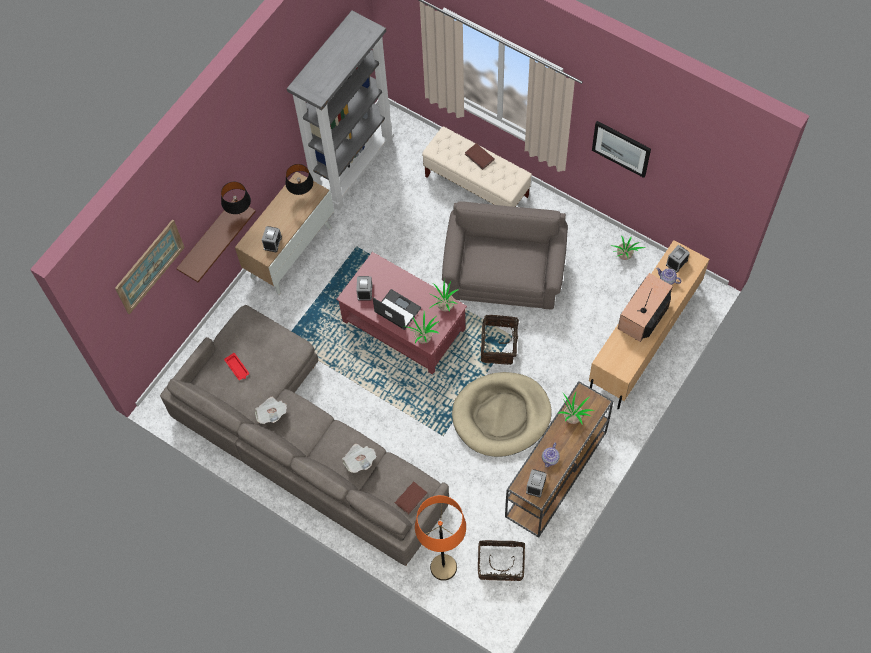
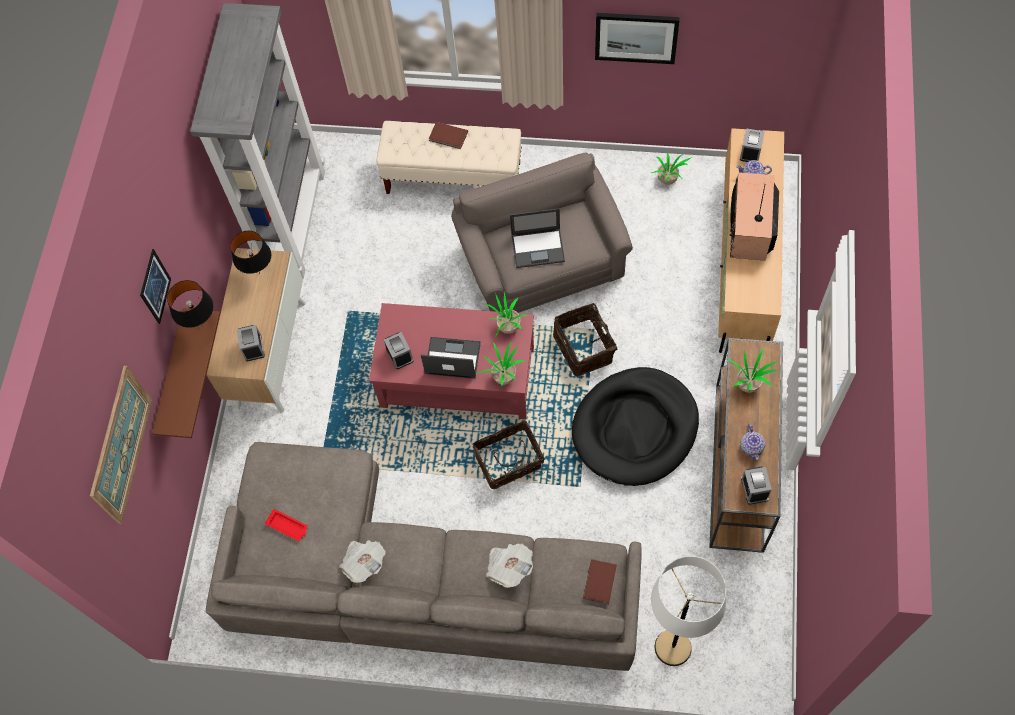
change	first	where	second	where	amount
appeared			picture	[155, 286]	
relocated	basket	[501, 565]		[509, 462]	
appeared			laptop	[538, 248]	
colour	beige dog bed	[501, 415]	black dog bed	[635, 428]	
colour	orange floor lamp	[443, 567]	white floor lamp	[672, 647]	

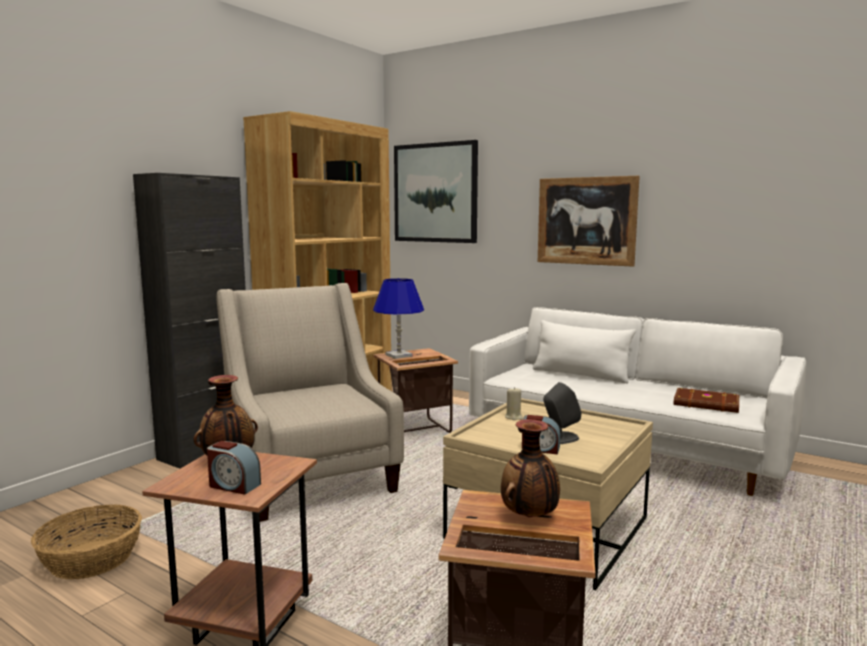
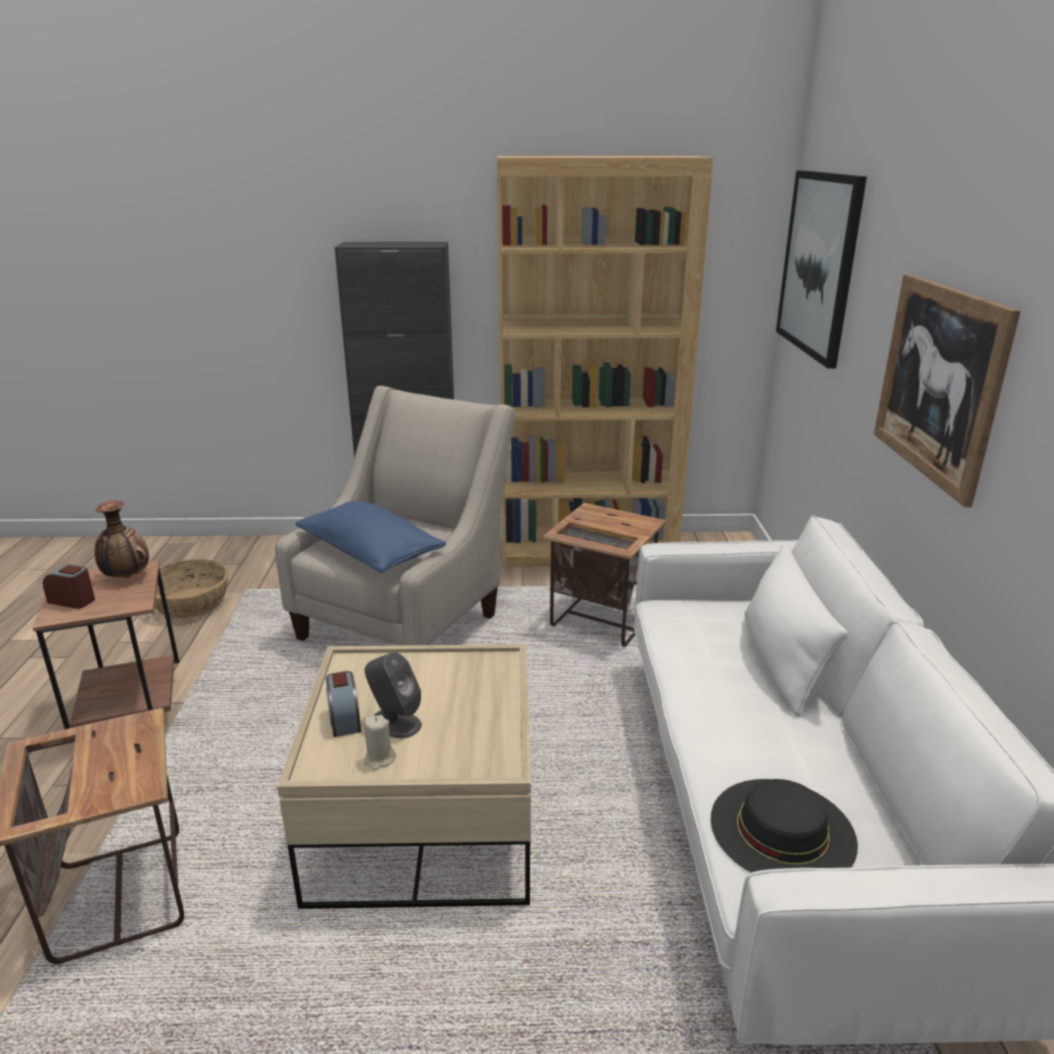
change	first	where	second	where	amount
spun	alarm clock	[233, 485]		[72, 600]	120 degrees clockwise
appeared			blue pillow	[370, 553]	
relocated	beige candle	[514, 417]		[379, 759]	
exchanged	brown book	[706, 404]	black hat	[782, 829]	
missing	blue table lamp	[399, 355]			
missing	vase	[530, 517]			

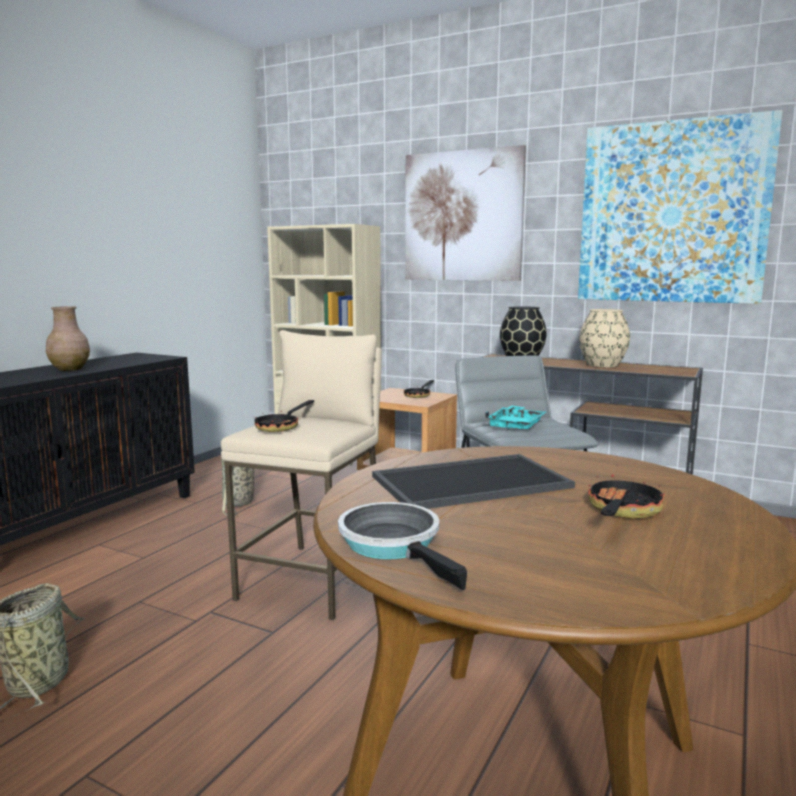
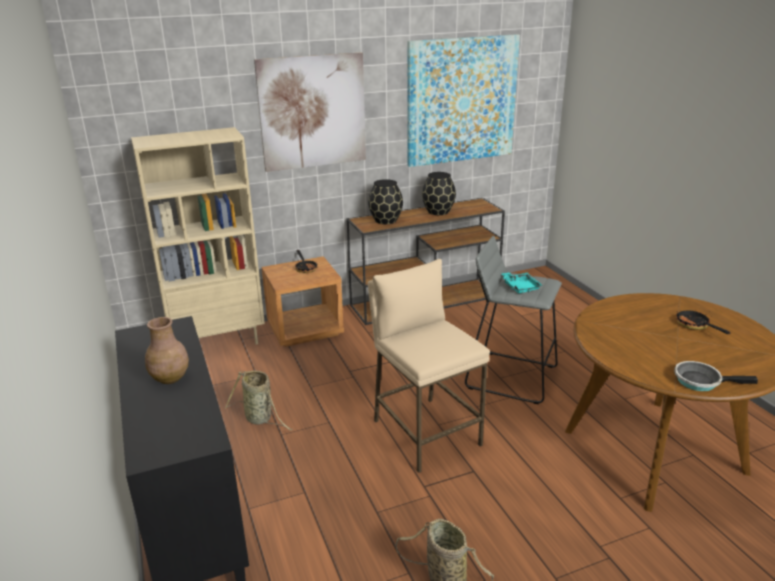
change	first	where	second	where	amount
colour	beige vase	[601, 365]	black vase	[438, 212]	
missing	frying pan	[281, 426]			
missing	tray	[470, 483]			

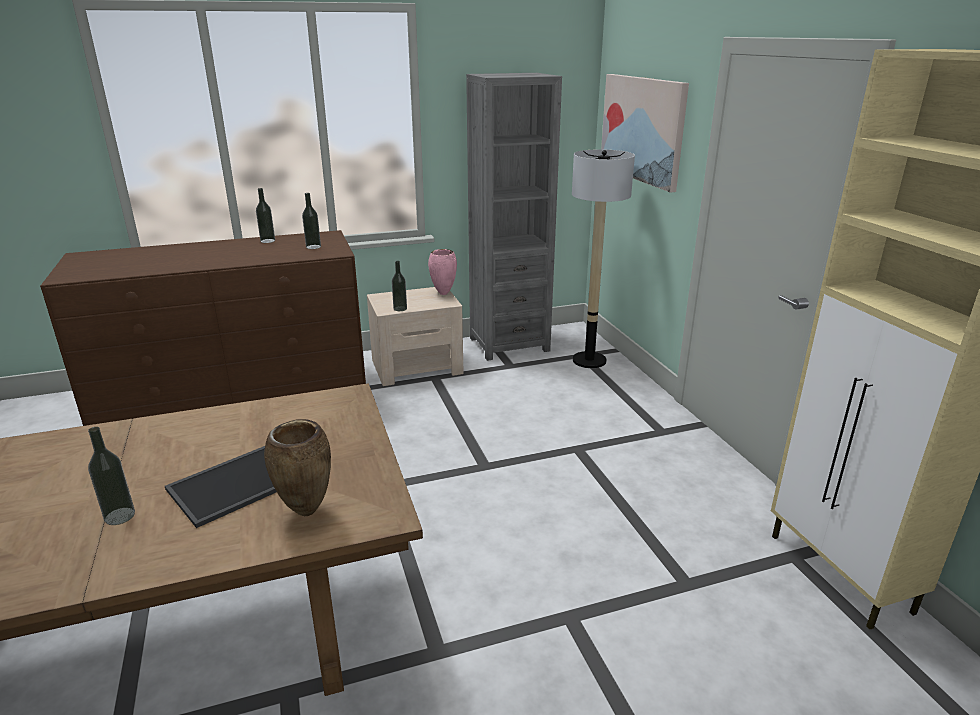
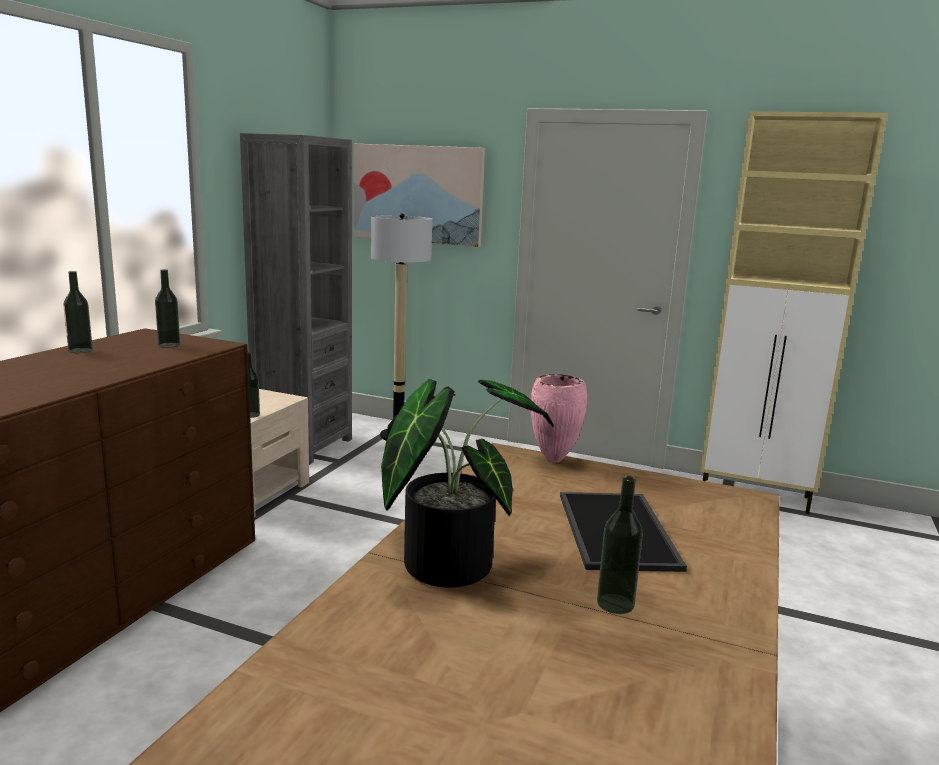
change	first	where	second	where	amount
appeared			potted plant	[447, 560]	
relocated	pink vase	[443, 294]		[553, 460]	
missing	brown vase	[305, 511]			

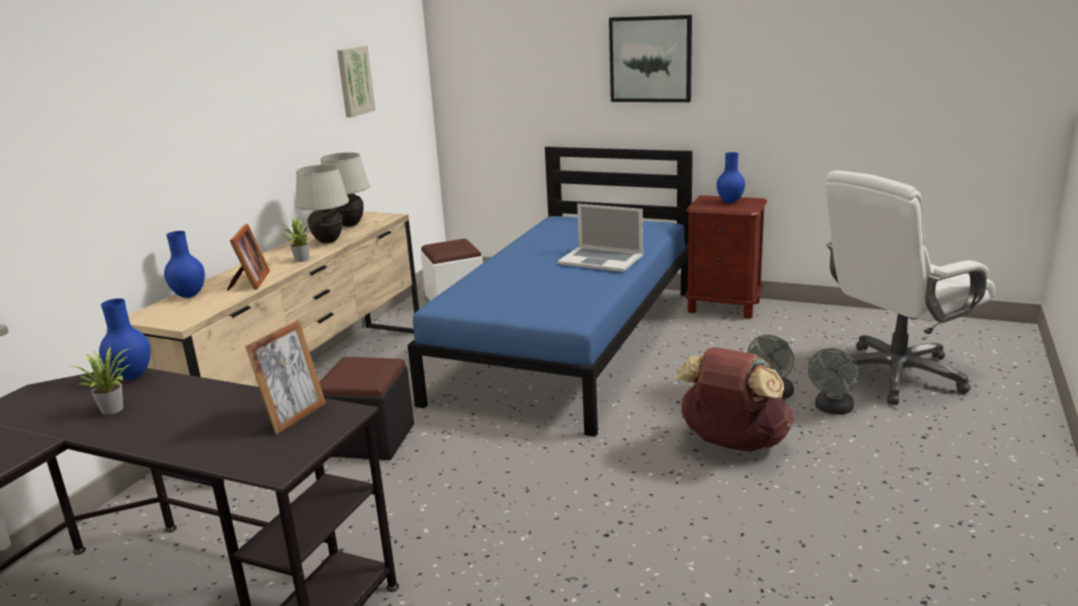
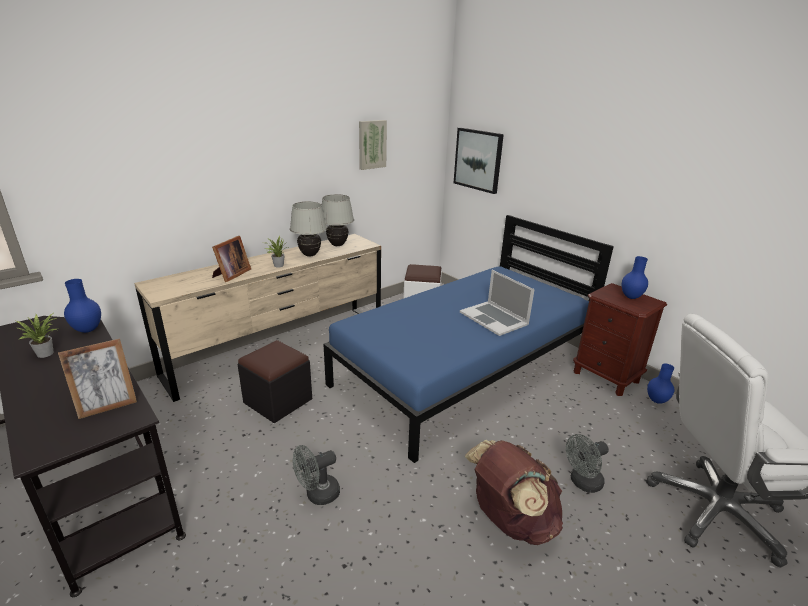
change	first	where	second	where	amount
relocated	grey fan	[832, 409]		[317, 495]	
relocated	picture	[650, 59]		[478, 160]	
relocated	blue vase	[188, 296]		[656, 401]	

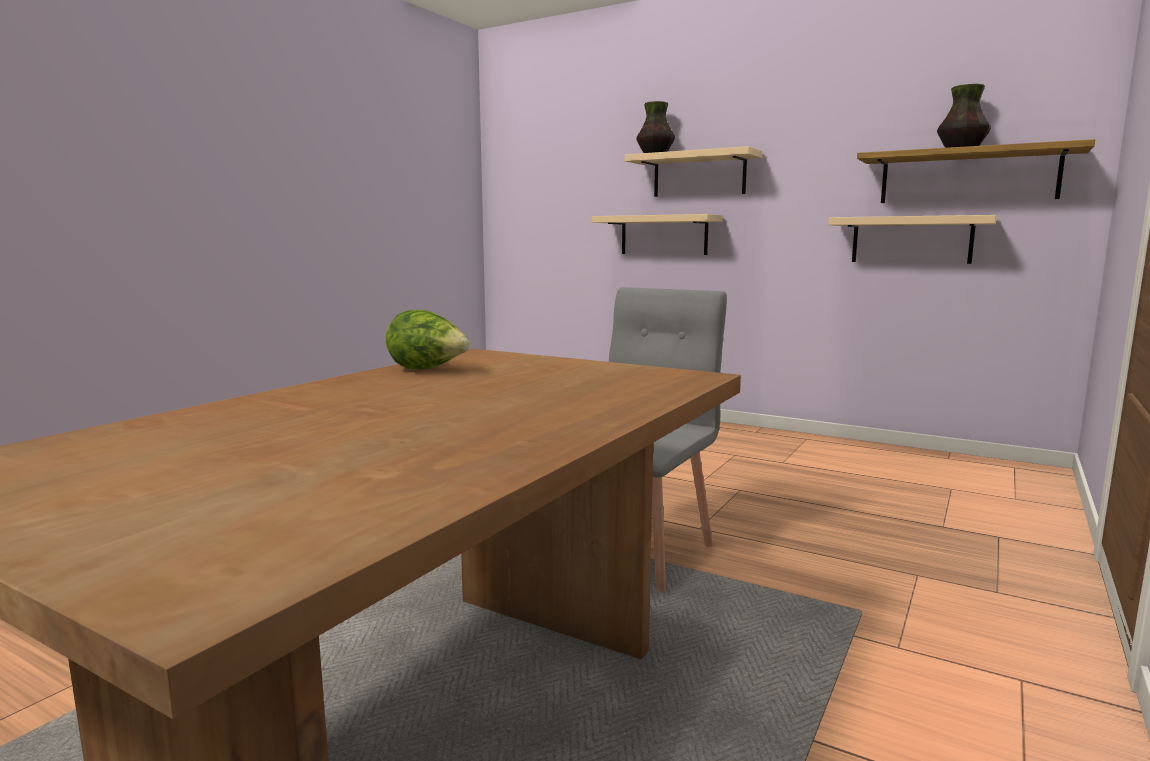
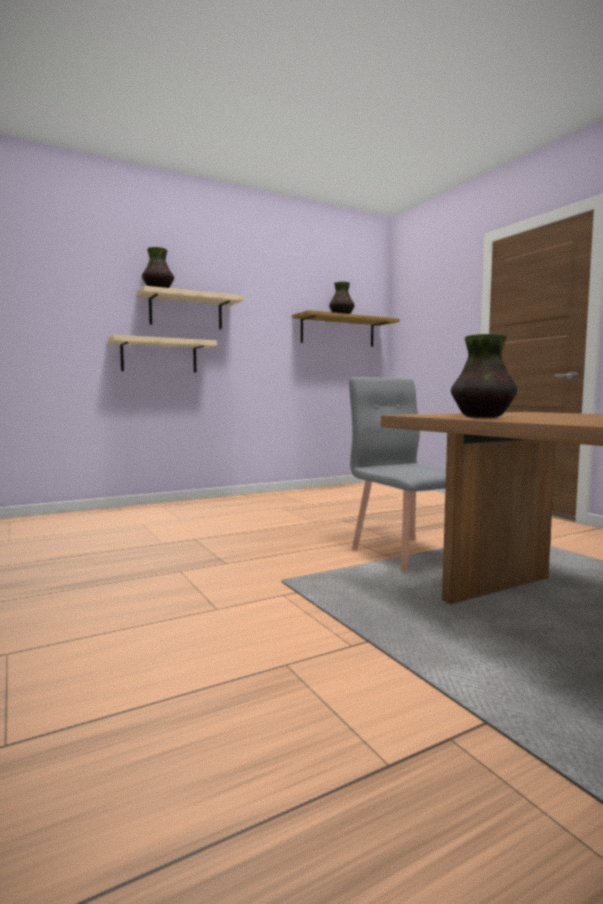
change	first	where	second	where	amount
exchanged	lettuce	[428, 370]	vase	[481, 417]	
missing	beige shelf	[911, 240]			

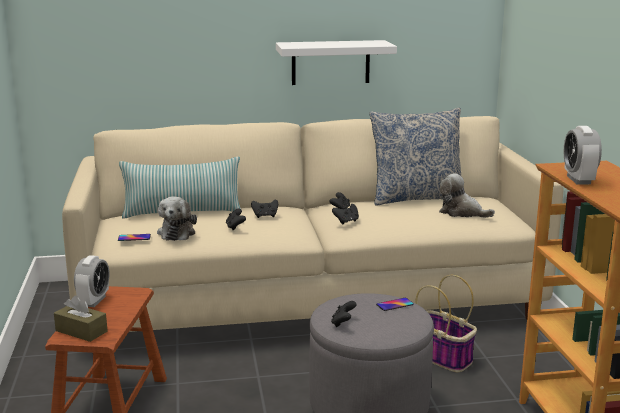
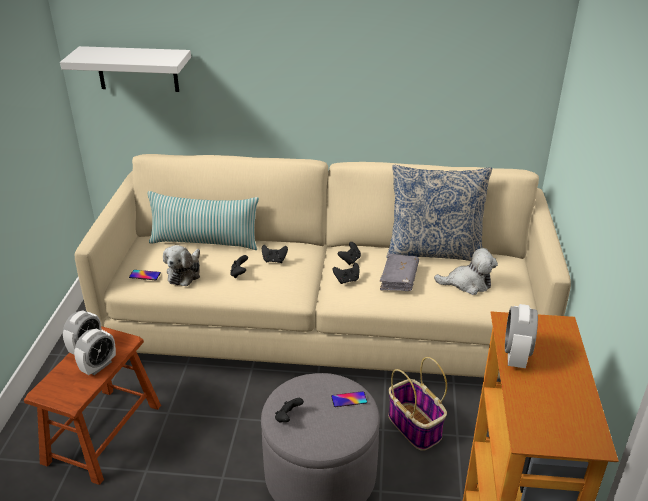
change	first	where	second	where	amount
relocated	white shelf	[330, 62]		[137, 69]	
appeared			alarm clock	[99, 366]	
appeared			grey book	[399, 278]	
spun	plush toy	[461, 212]		[467, 283]	135 degrees clockwise
missing	brown tissue box	[81, 331]			

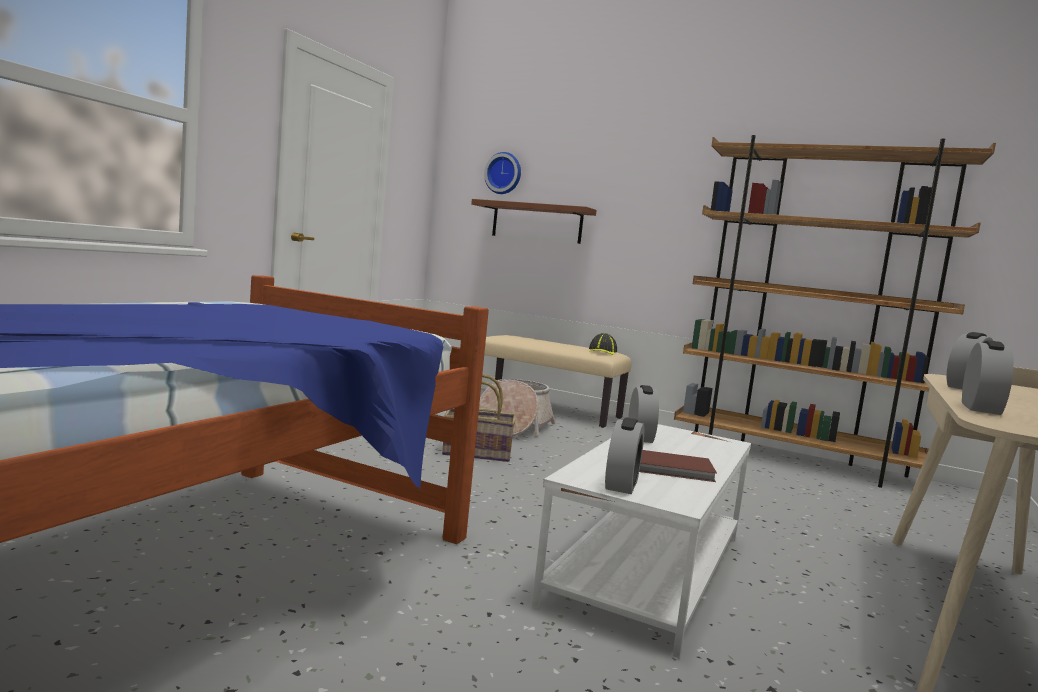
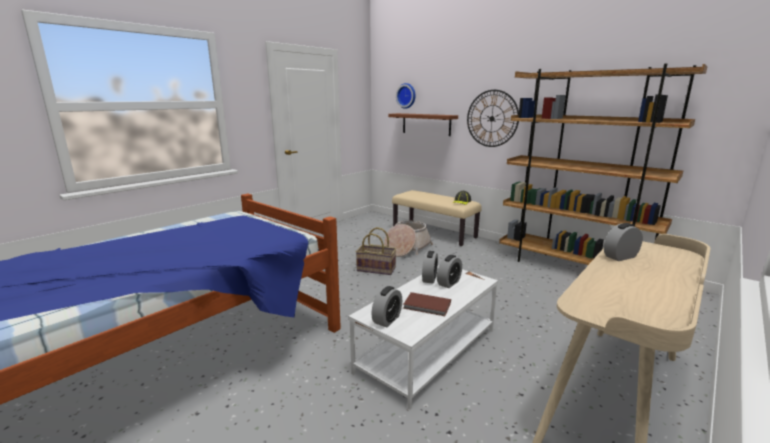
change	first	where	second	where	amount
relocated	alarm clock	[980, 408]		[449, 283]	
appeared			wall clock	[492, 118]	

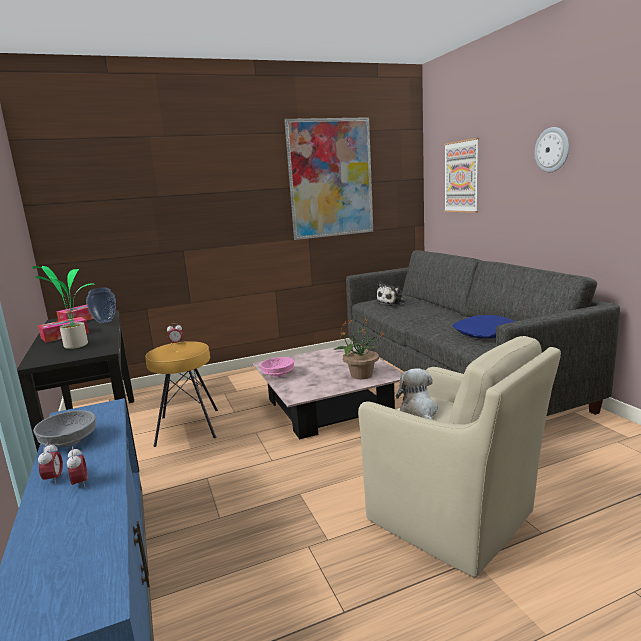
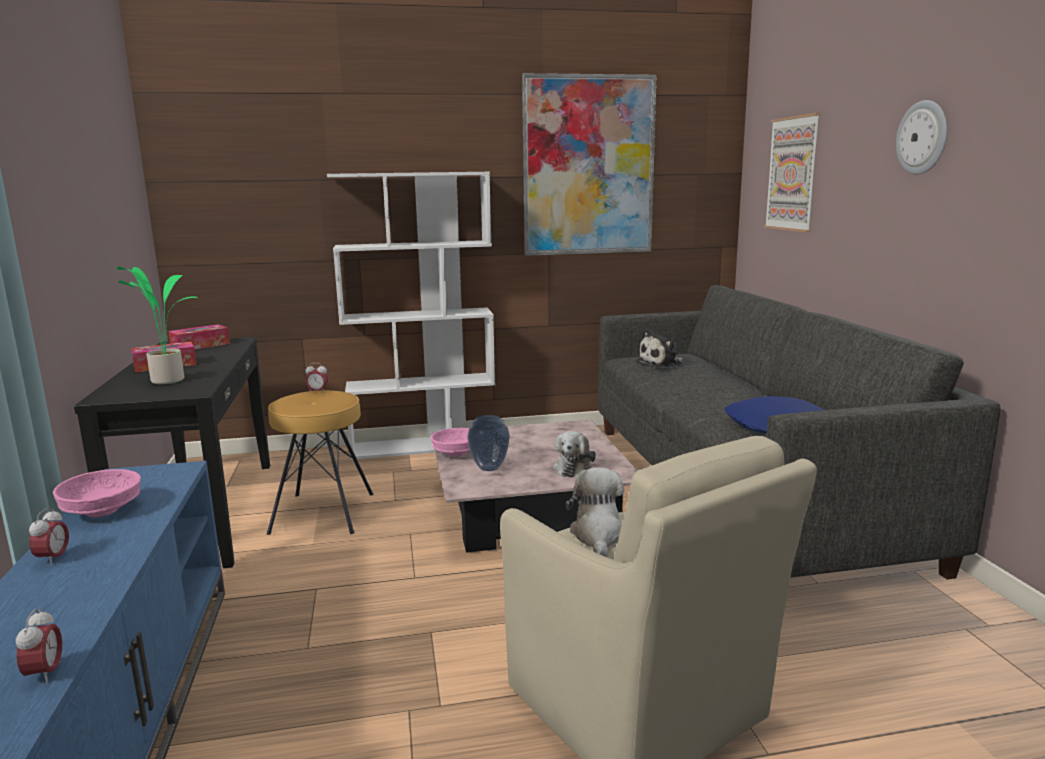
change	first	where	second	where	amount
relocated	alarm clock	[80, 484]		[45, 674]	
colour	grey bowl	[68, 442]	pink bowl	[101, 511]	
appeared			white bookcase	[424, 446]	
relocated	vase	[104, 322]		[488, 468]	
exchanged	potted plant	[360, 375]	plush toy	[574, 468]	

